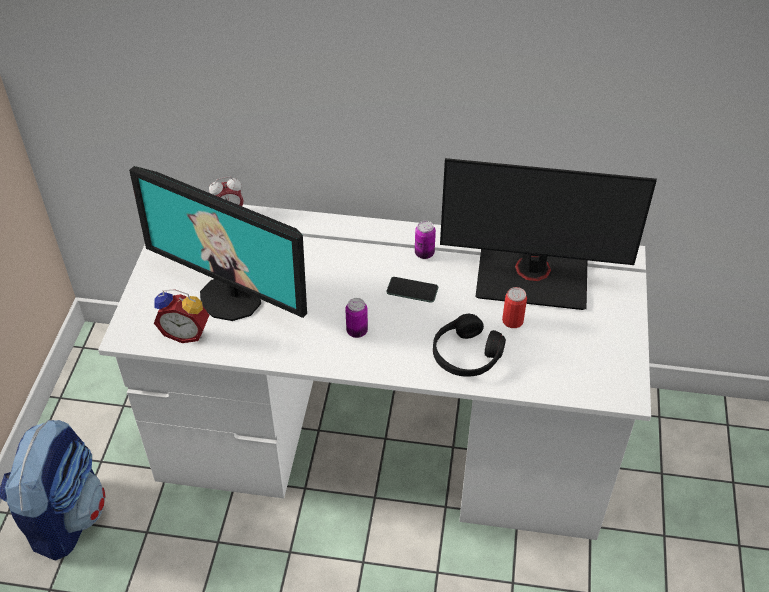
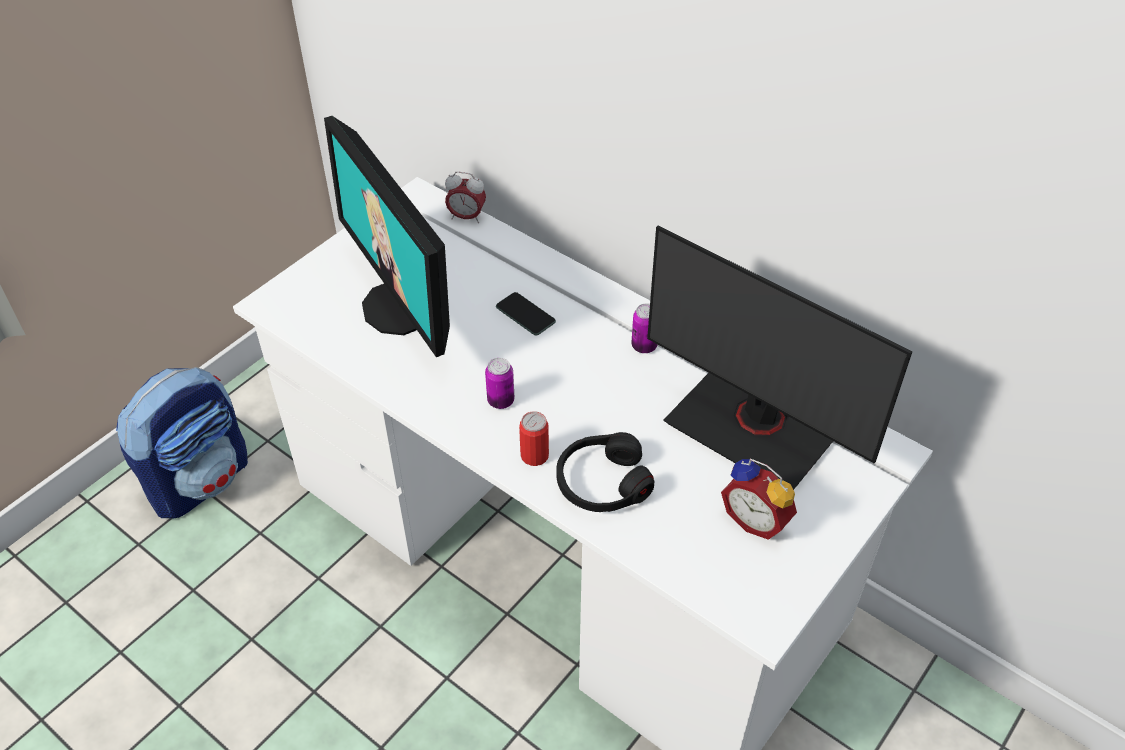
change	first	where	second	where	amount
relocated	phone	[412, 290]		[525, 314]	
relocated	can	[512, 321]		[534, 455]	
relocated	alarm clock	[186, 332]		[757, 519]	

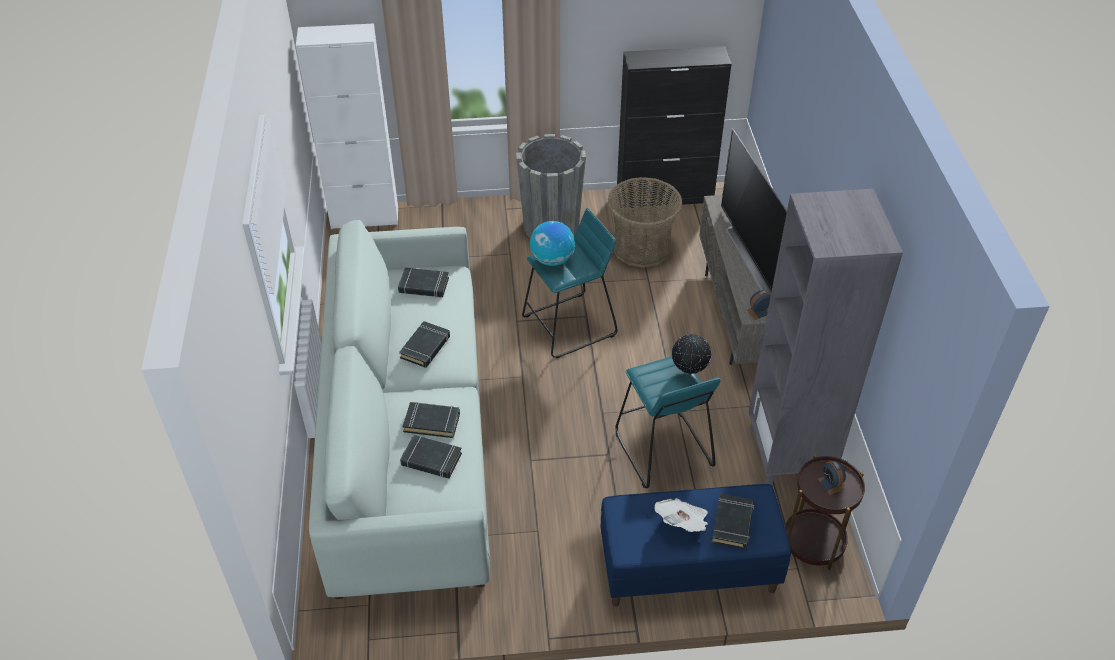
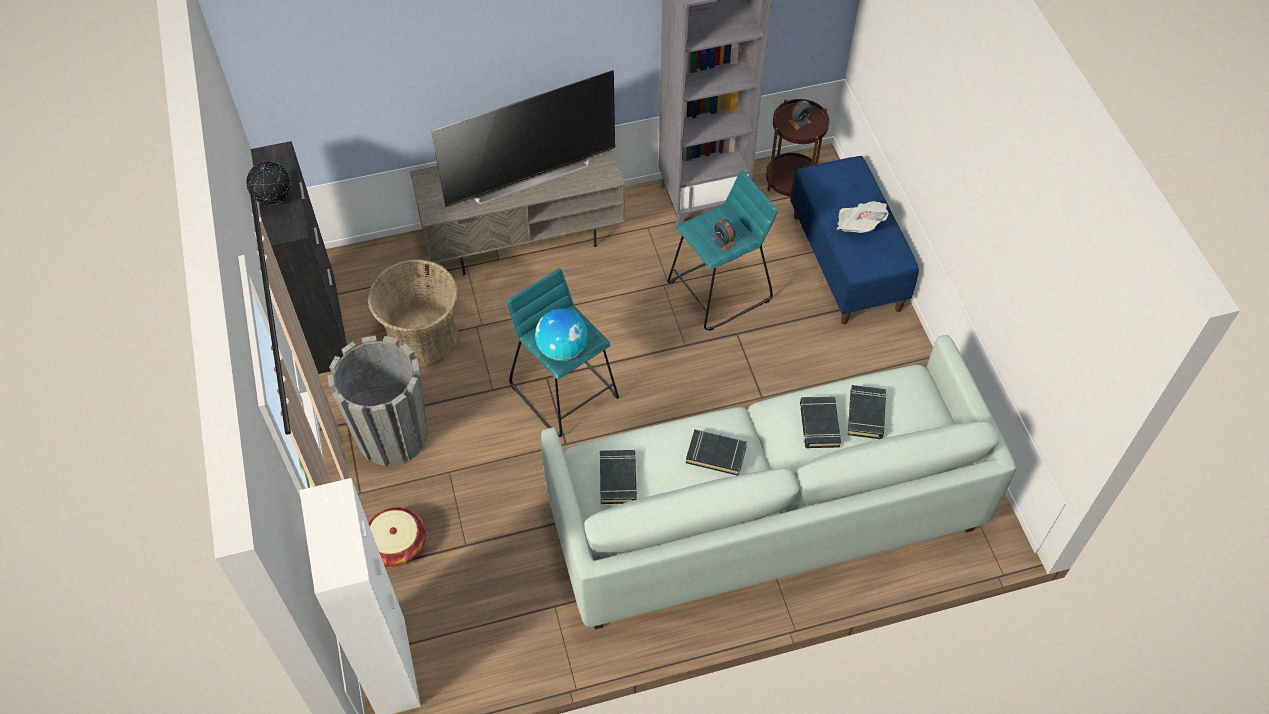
change	first	where	second	where	amount
relocated	globe	[689, 371]		[275, 201]	
appeared			basket	[397, 545]	
relocated	alarm clock	[758, 311]		[724, 241]	
missing	black book	[732, 524]			

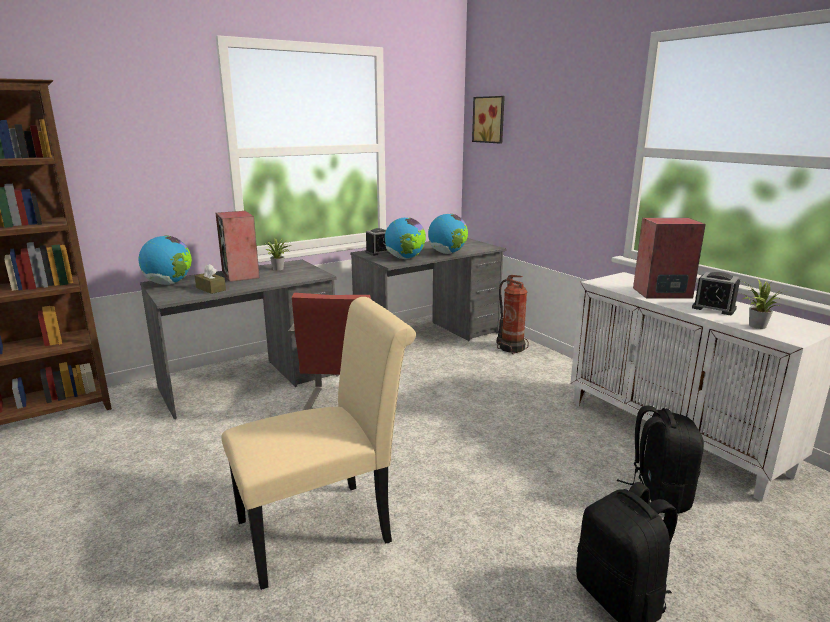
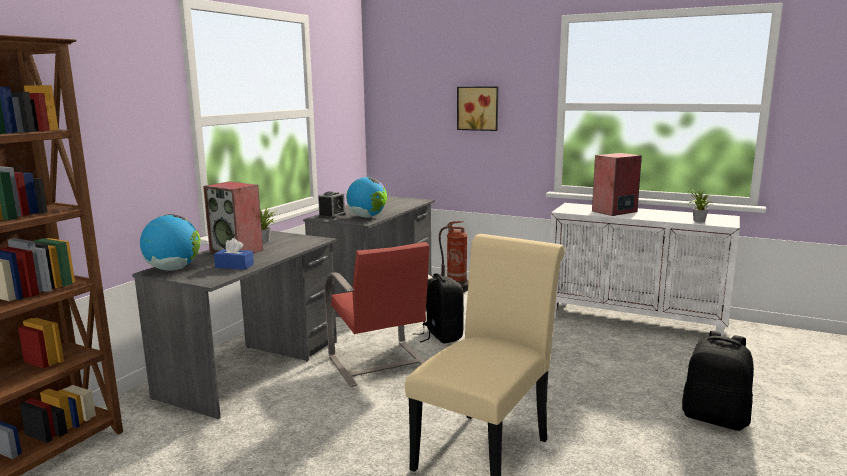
change	first	where	second	where	amount
colour	brown tissue box	[211, 289]	blue tissue box	[234, 266]	
relocated	black backpack	[657, 495]		[440, 336]	
relocated	picture	[490, 119]		[478, 108]	
missing	globe	[447, 253]			
missing	alarm clock	[714, 308]			

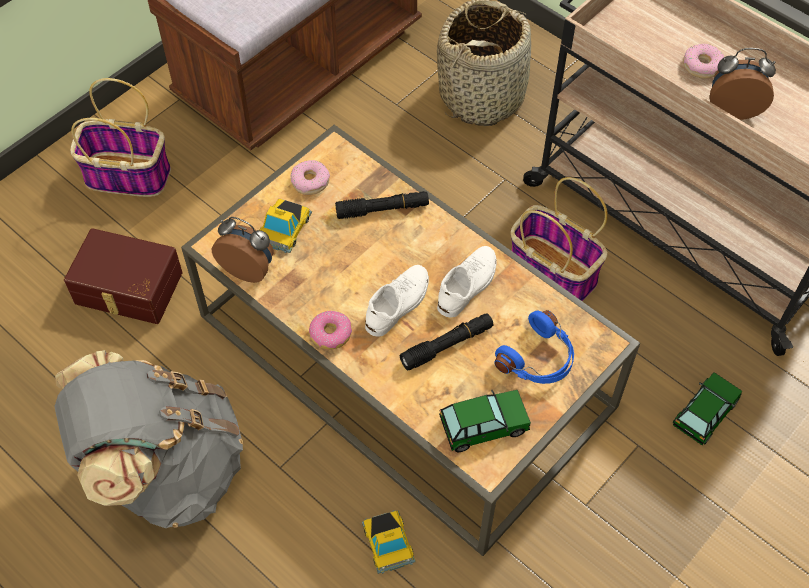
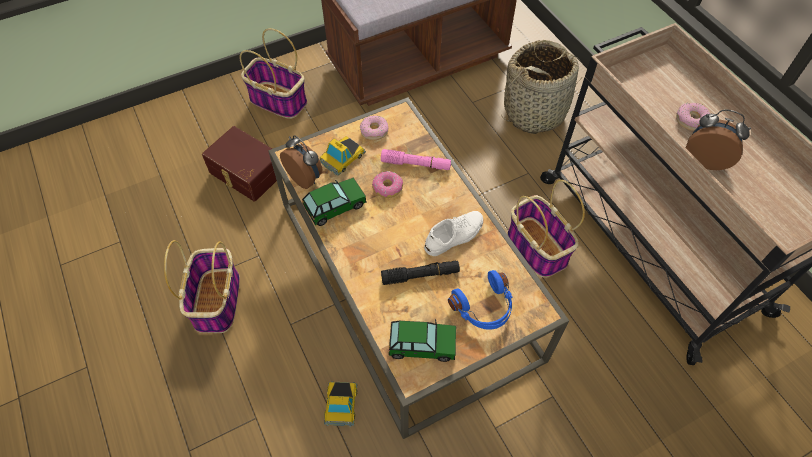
change	first	where	second	where	amount
exchanged	grey backpack	[166, 469]	basket	[217, 300]	
relocated	toy car	[705, 413]		[335, 206]	
relocated	donut	[330, 334]		[387, 188]	
colour	black flashlight	[382, 209]	pink flashlight	[416, 164]	
missing	white shoe	[398, 303]			

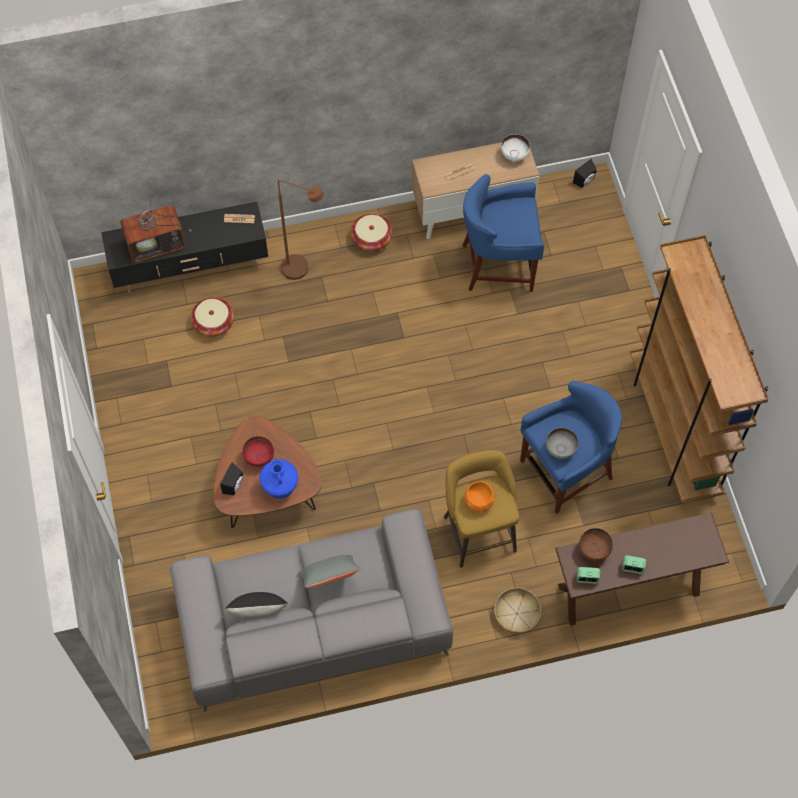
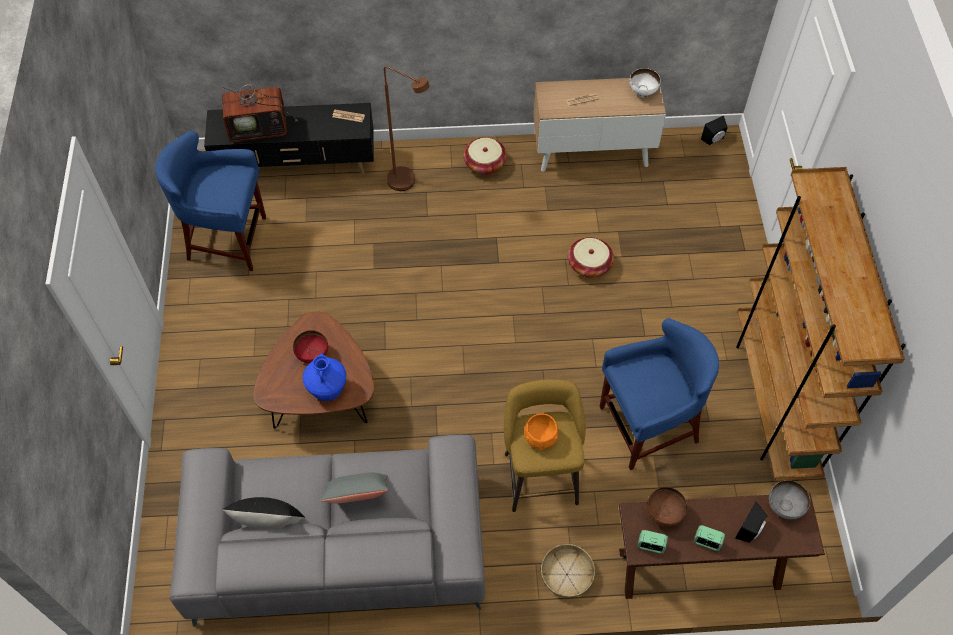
change	first	where	second	where	amount
relocated	blue stool	[499, 266]		[228, 240]	
relocated	basket	[213, 323]		[589, 265]	
relocated	black speaker	[235, 486]		[750, 530]	
relocated	grey bowl	[560, 450]		[784, 507]	

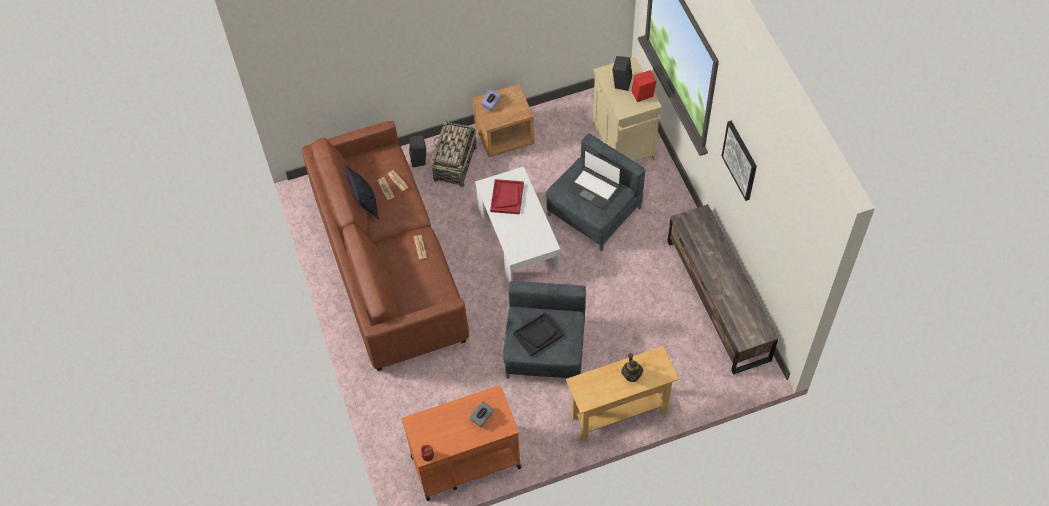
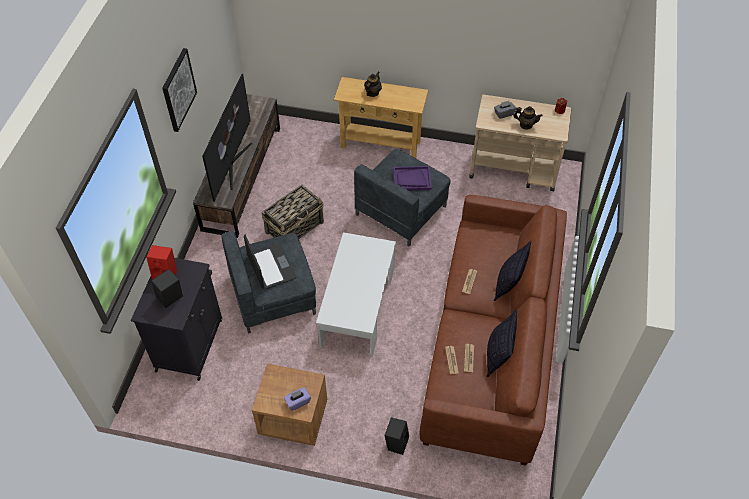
change	first	where	second	where	amount
colour	beige cabinet	[624, 143]	black cabinet	[190, 343]	
appeared			television	[232, 164]	
relocated	basket	[455, 164]		[295, 227]	
colour	black tray	[538, 334]	purple tray	[411, 179]	
colour	orange cart	[464, 461]	beige cart	[514, 169]	
appeared			pillow	[508, 284]	
appeared			teapot	[526, 125]	
missing	red tray	[507, 197]			

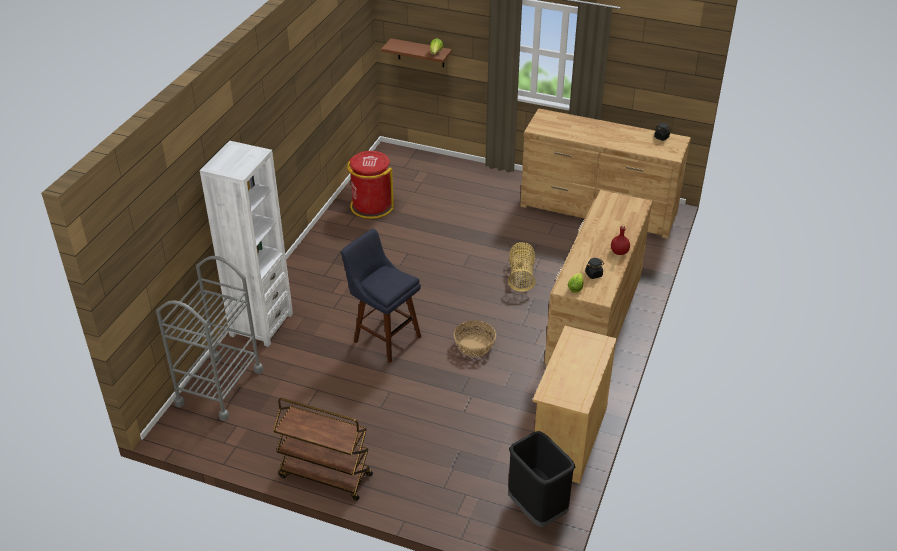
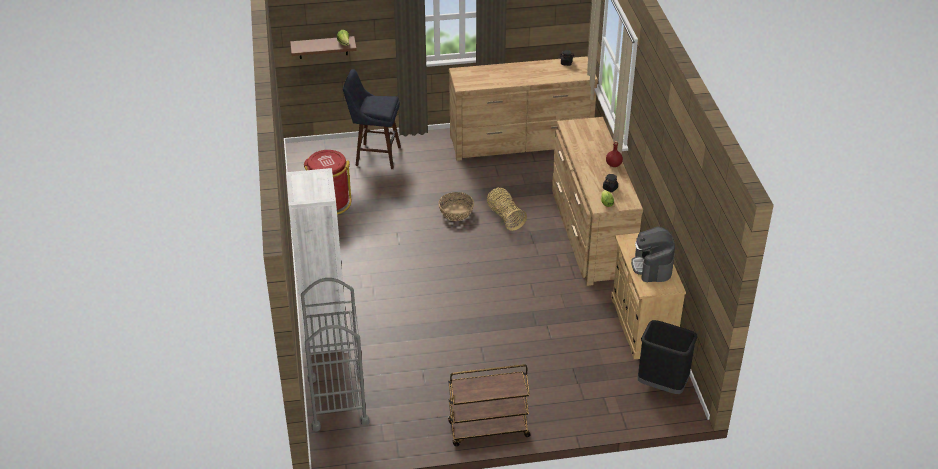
change	first	where	second	where	amount
relocated	blue stool	[384, 337]		[374, 156]	
relocated	basket	[474, 346]		[456, 213]	
appeared			coffee machine	[652, 266]	

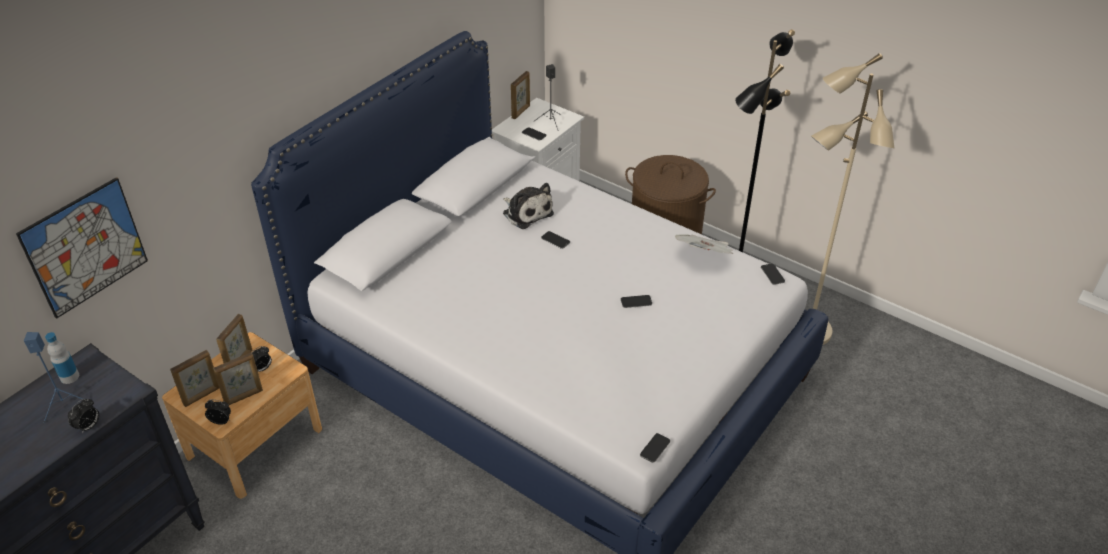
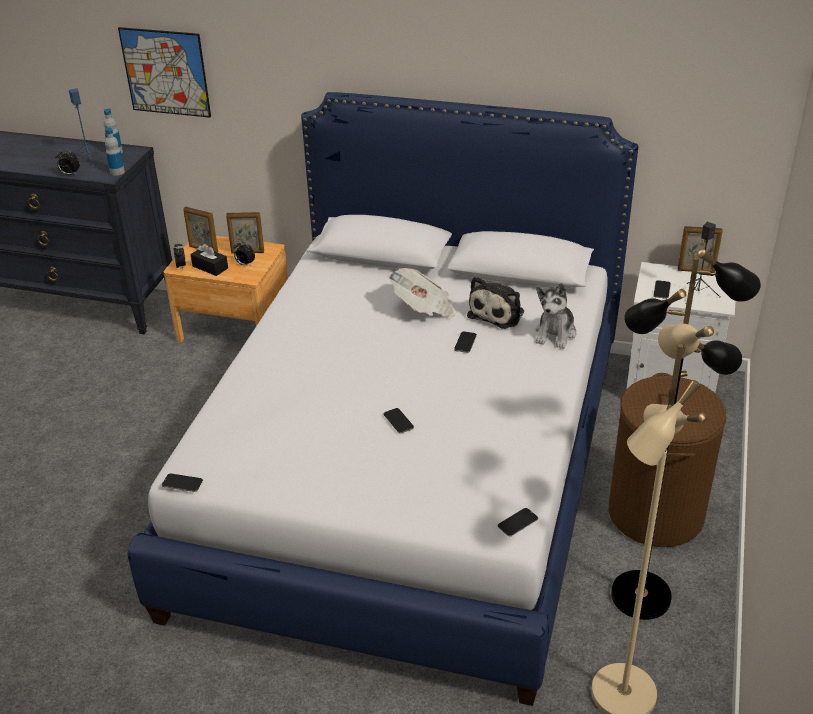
change	first	where	second	where	amount
appeared			bottle	[117, 172]	
exchanged	picture frame	[244, 397]	black tissue box	[210, 267]	
relocated	newspaper	[705, 256]		[423, 308]	
appeared			plush toy	[555, 333]	

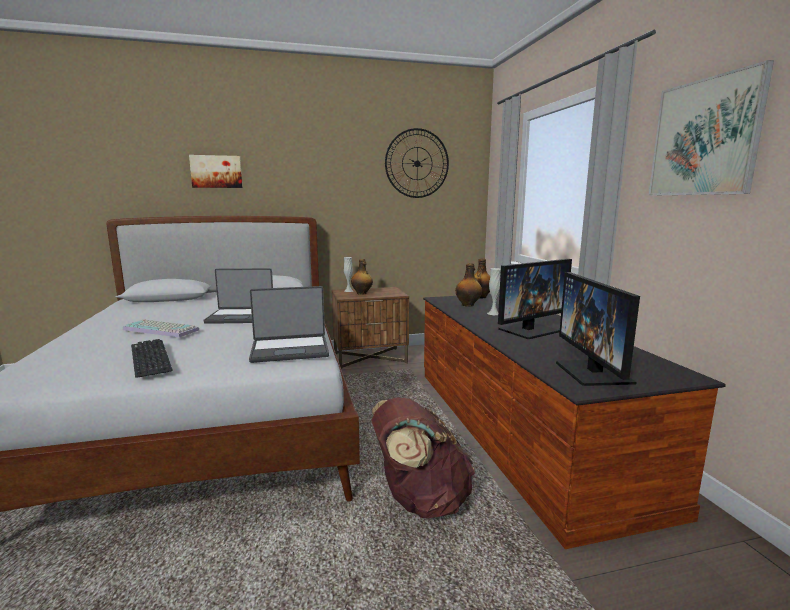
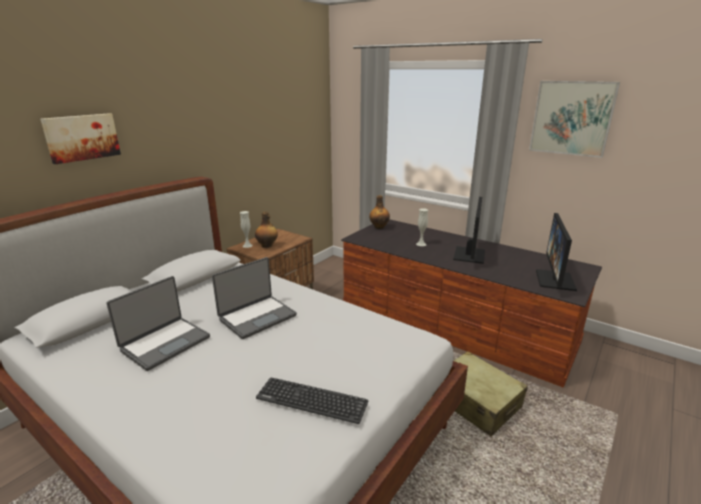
change	first	where	second	where	amount
relocated	laptop	[290, 350]		[165, 343]	
exchanged	brown backpack	[420, 500]	beige suitcase	[476, 402]	
spun	monitor	[594, 373]		[555, 280]	60 degrees clockwise
missing	keyboard	[163, 329]			
missing	wall clock	[417, 163]			
missing	bottle	[468, 305]			

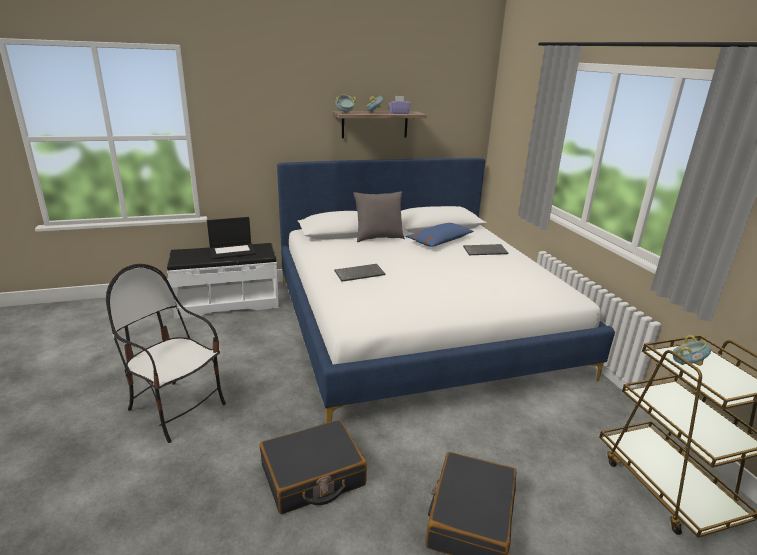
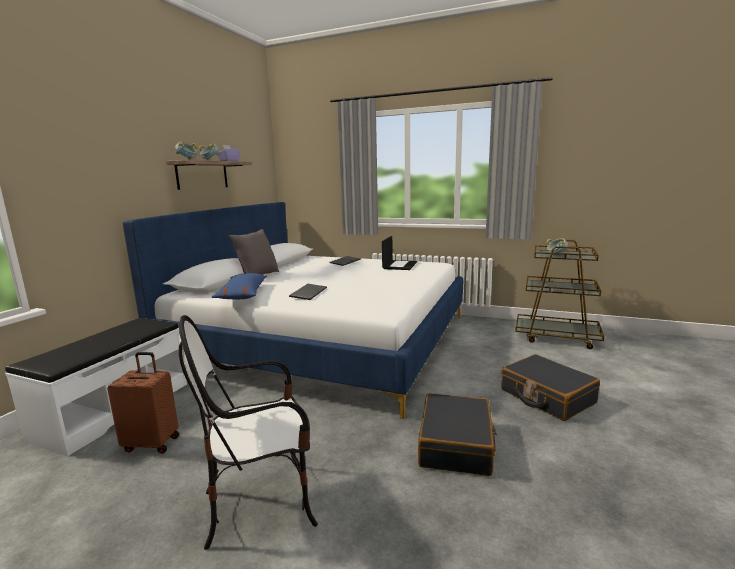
change	first	where	second	where	amount
appeared			brown suitcase	[152, 443]	
relocated	blue pillow	[440, 241]		[243, 294]	
relocated	laptop	[233, 251]		[399, 265]	

